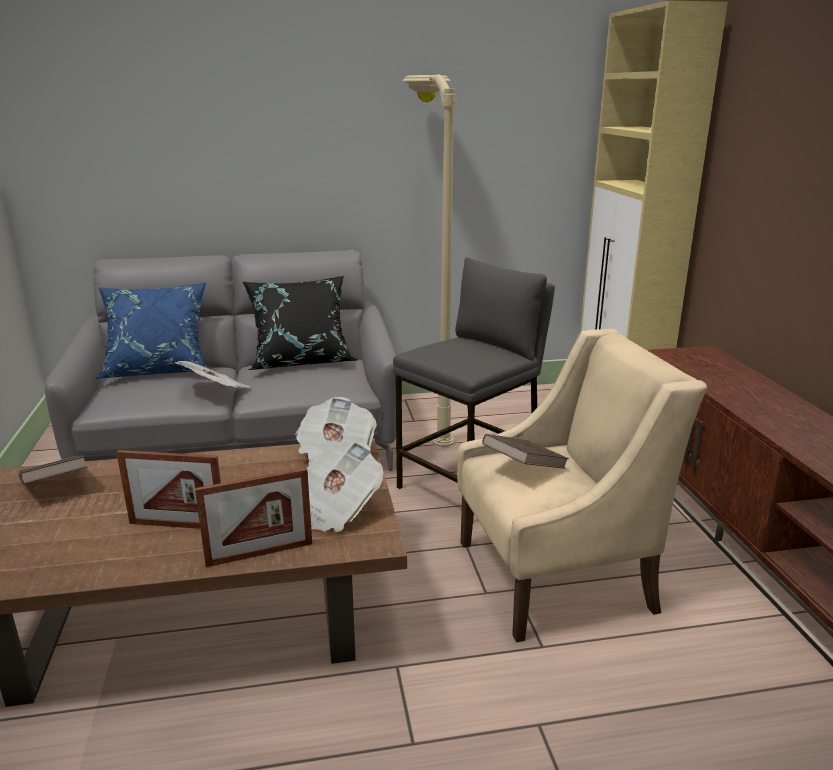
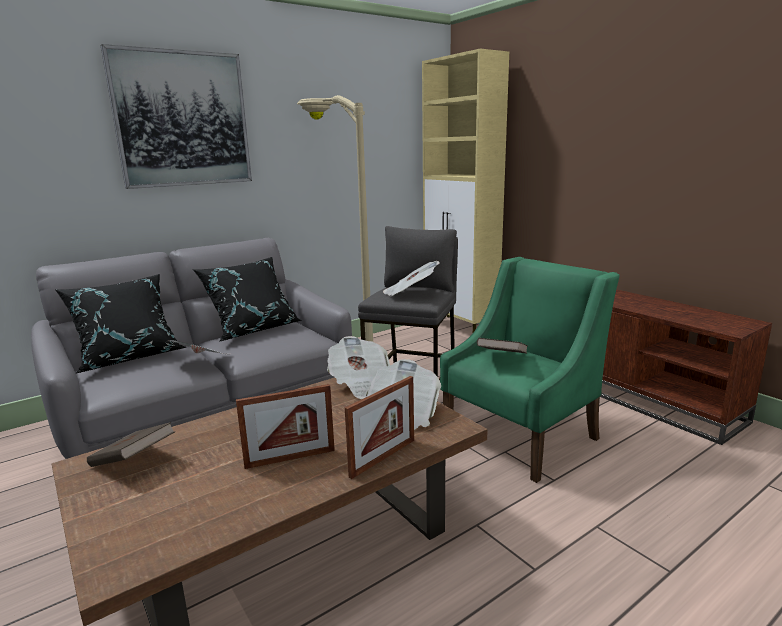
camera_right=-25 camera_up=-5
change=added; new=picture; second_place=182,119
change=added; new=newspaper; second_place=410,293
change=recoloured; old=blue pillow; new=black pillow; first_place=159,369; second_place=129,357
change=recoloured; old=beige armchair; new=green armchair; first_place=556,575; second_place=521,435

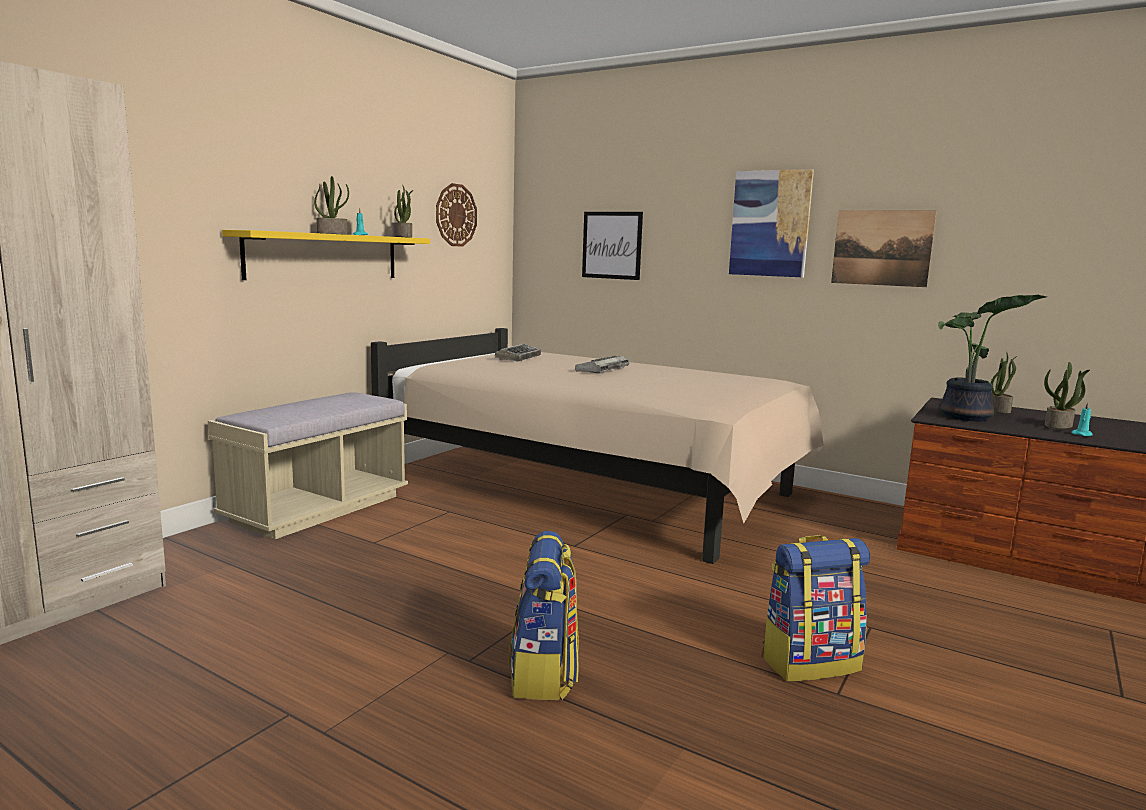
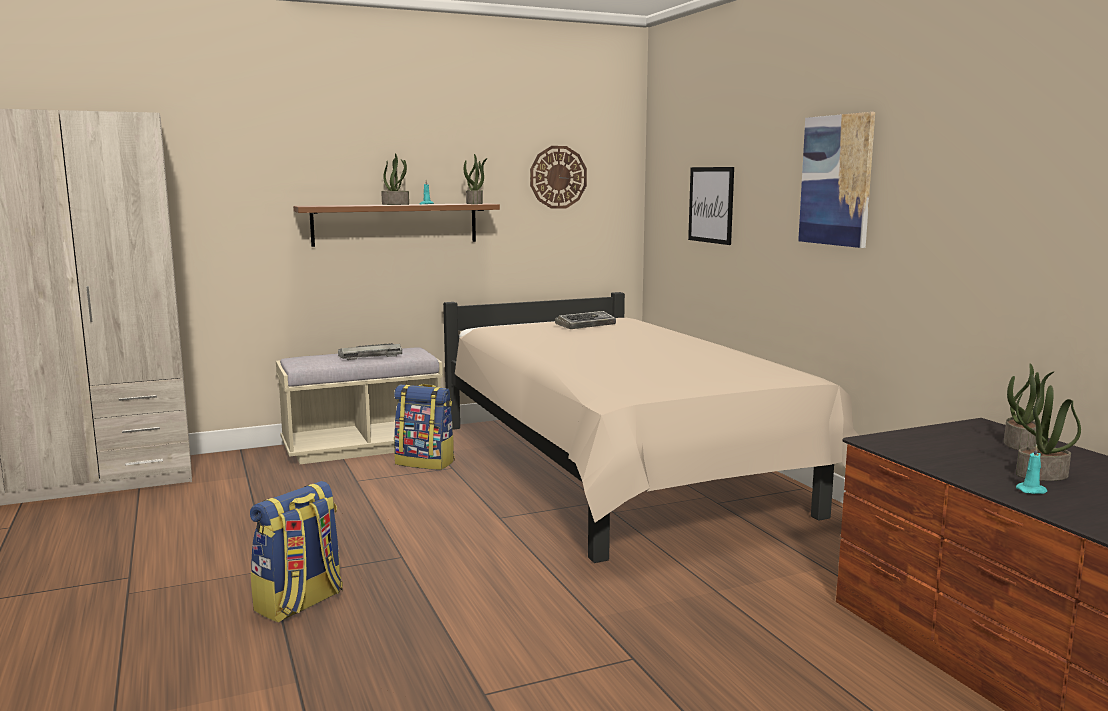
camera_right=35 camera_up=0
change=removed; old=picture; first_place=881,248
change=removed; old=potted plant; first_place=966,417
change=moved; old=keyboard; first_place=602,370; second_place=369,356
change=moved; old=backpack; first_place=810,662; second_place=426,462
change=recoloured; old=yellow shelf; new=brown shelf; first_place=324,256; second_place=395,224

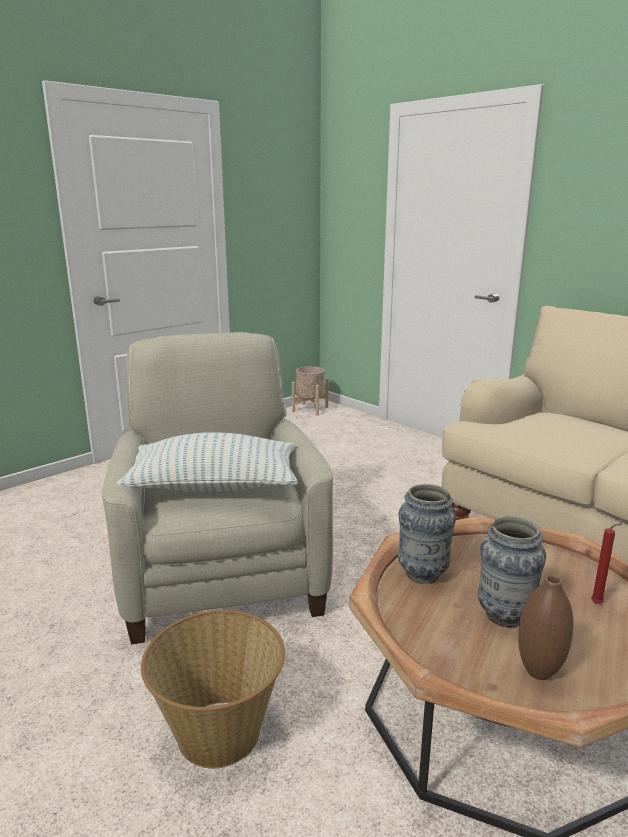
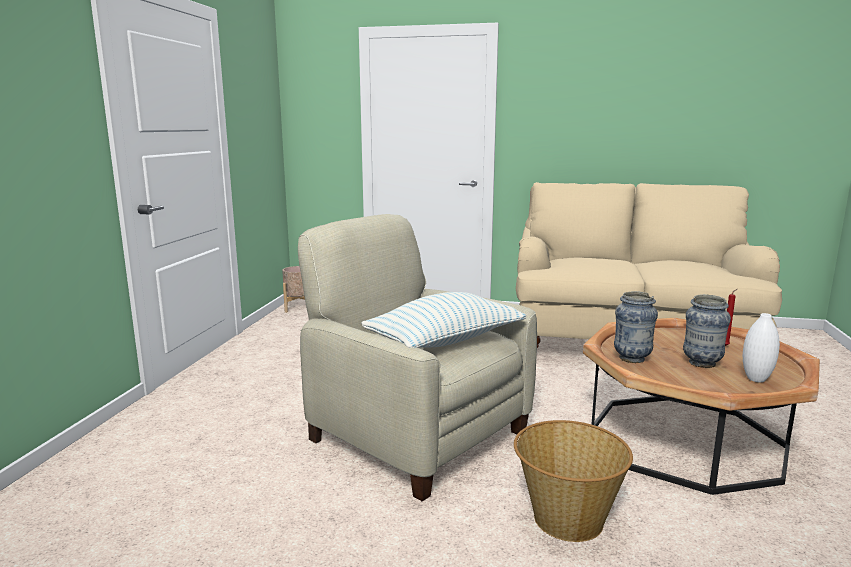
camera_right=-35 camera_up=-5
change=recoloured; old=brown vase; new=white vase; first_place=539,671; second_place=756,379

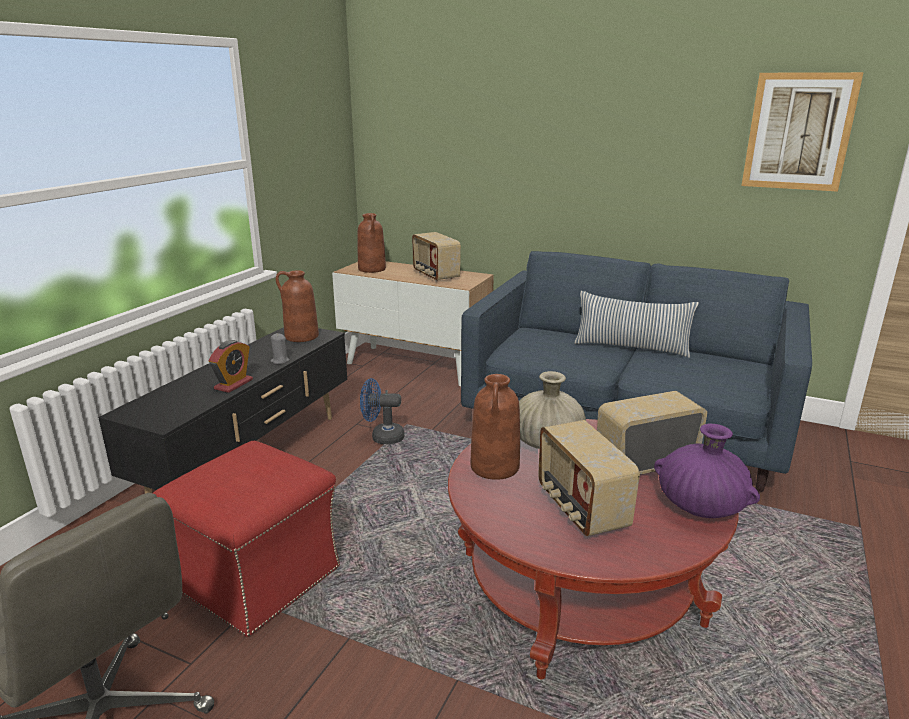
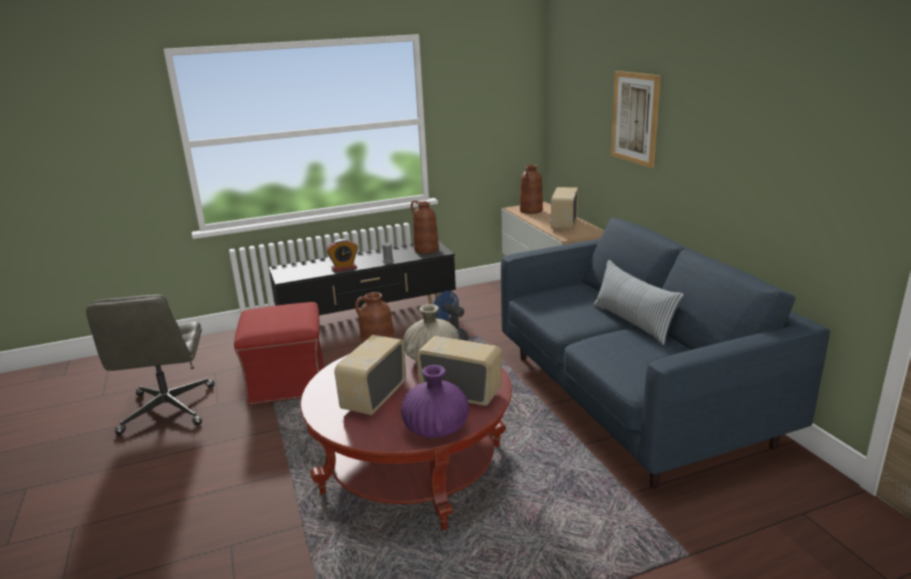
camera_right=45 camera_up=0
change=moved; old=picture; first_place=798,132; second_place=635,118

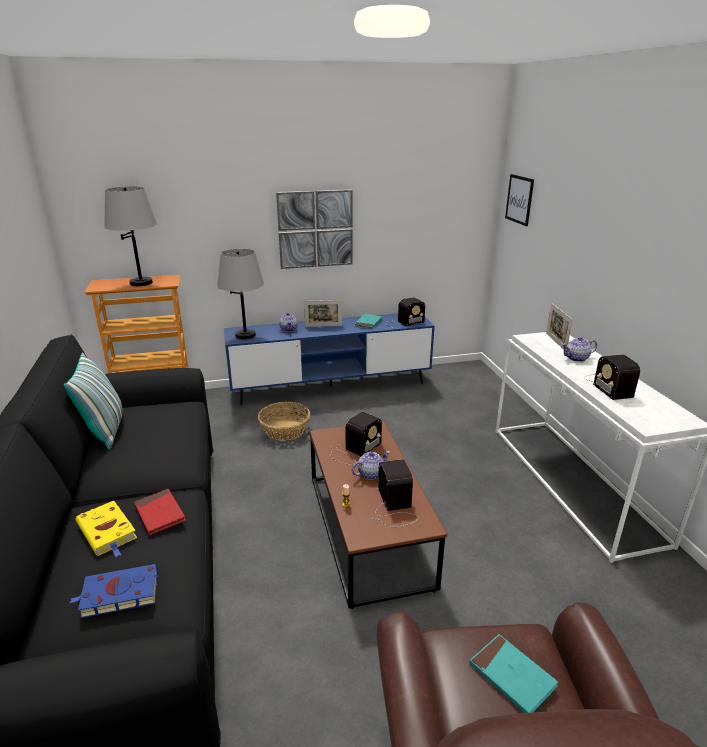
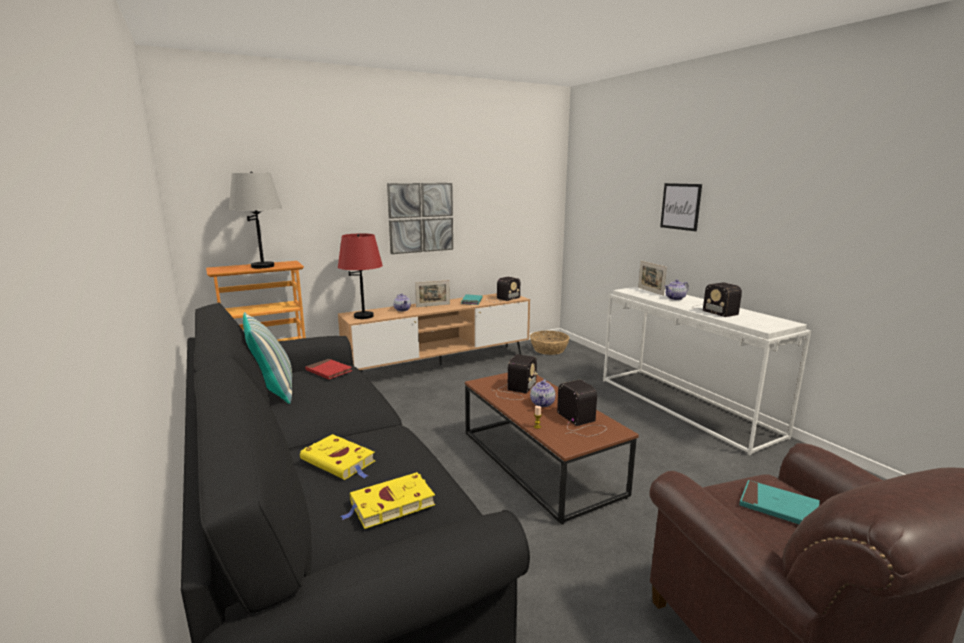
camera_right=-15 camera_up=-10
change=moved; old=red book; first_place=160,514; second_place=329,371
change=moved; old=basket; first_place=285,430; second_place=549,349
change=moved; old=picture; first_place=519,199; second_place=680,206
change=recoloured; old=blue book; new=yellow book; first_place=118,594; second_place=390,505
change=recoloured; old=grey table lamp; new=red table lamp; first_place=245,335; second_place=364,316
change=recoloured; old=blue tv stand; new=brown tv stand; first_place=331,387; second_place=440,365
change=turned; old=teapot; first_place=370,473; second_place=542,403; degrees=150

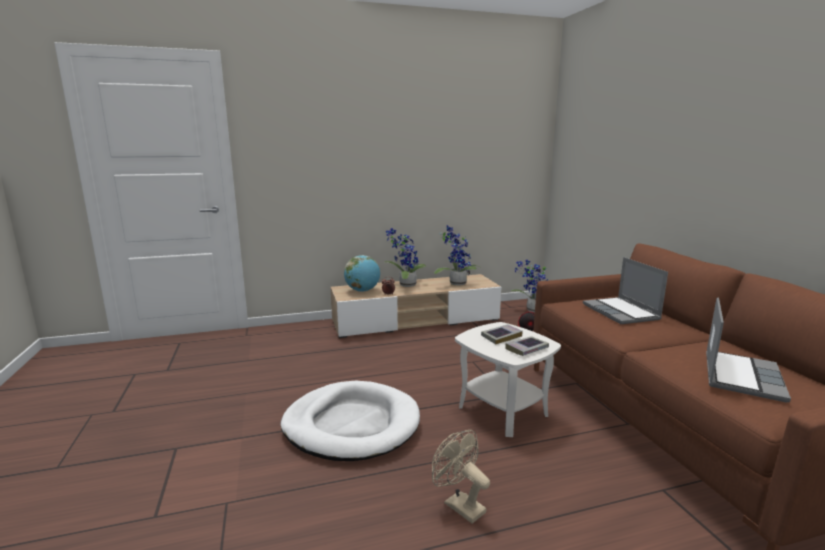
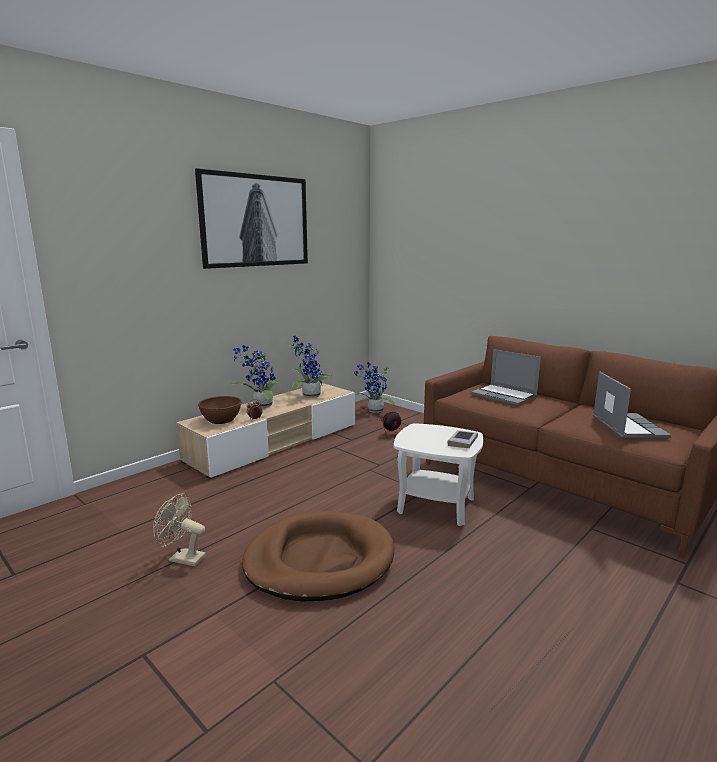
camera_right=-30 camera_up=0
change=removed; old=book; first_place=501,336
change=added; new=picture; second_place=256,221
change=moved; old=beige fan; first_place=459,505; second_place=182,558
change=replaced; old=globe; new=brown bowl; first_place=362,291; second_place=221,420
change=recoloured; old=white dog bed; new=brown dog bed; first_place=351,425; second_place=319,560

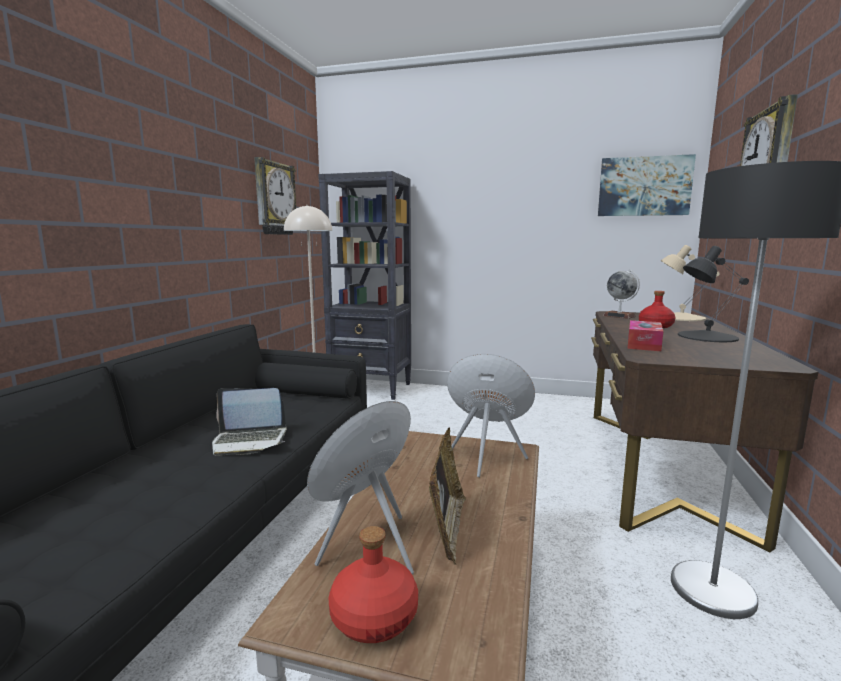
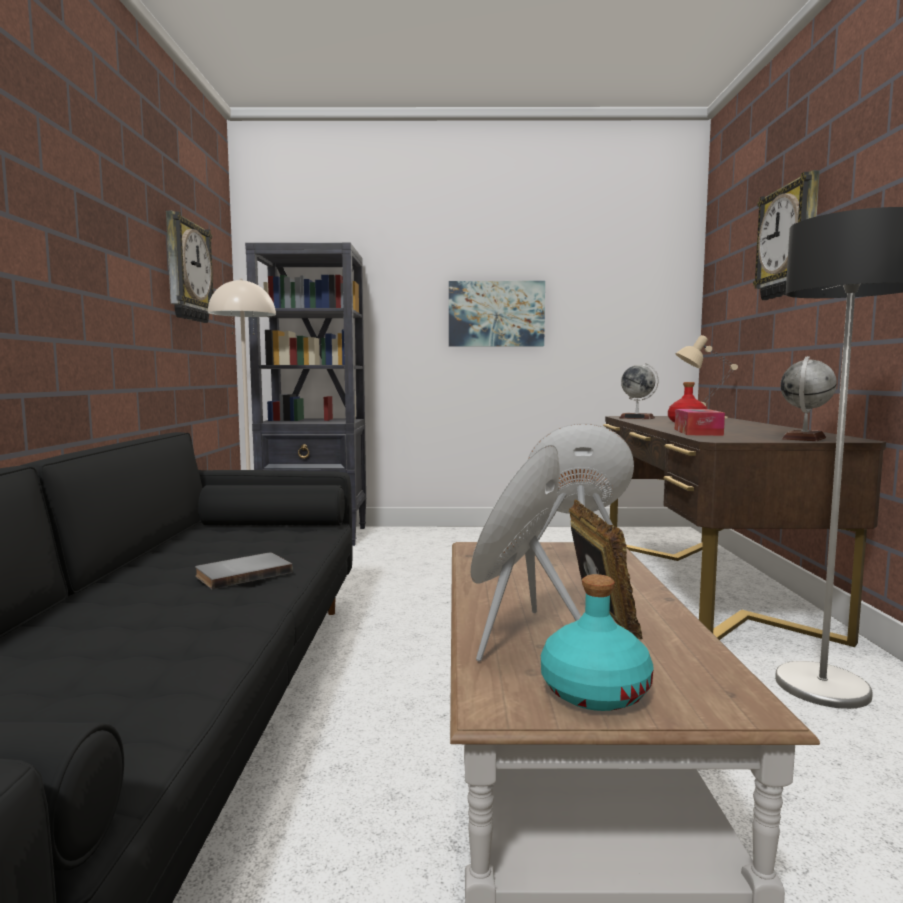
camera_right=-15 camera_up=-5
change=removed; old=black table lamp; first_place=706,336
change=added; new=globe; second_place=804,438
change=moved; old=picture; first_place=644,186; second_place=496,314
change=replaced; old=laptop; new=grey book; first_place=249,441; second_place=242,573
change=recoloured; old=red bottle; new=turquoise bottle; first_place=374,616; second_place=593,691

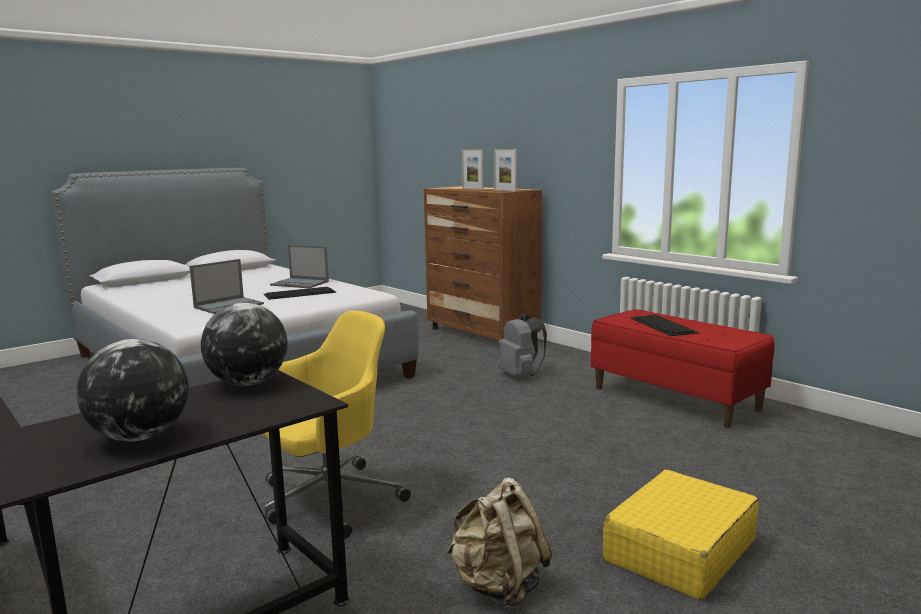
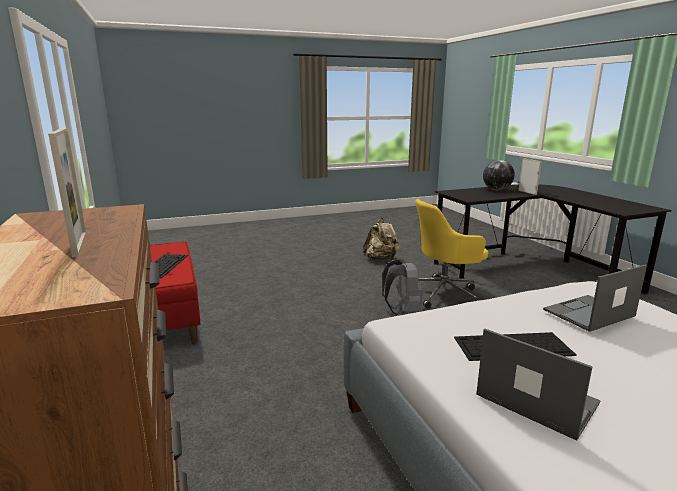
camera_right=-160 camera_up=5
change=removed; old=globe; first_place=248,383
change=removed; old=yellow suitcase; first_place=679,550
change=moved; old=picture frame; first_place=505,190; second_place=527,192
change=moved; old=grey backpack; first_place=520,375; second_place=403,311

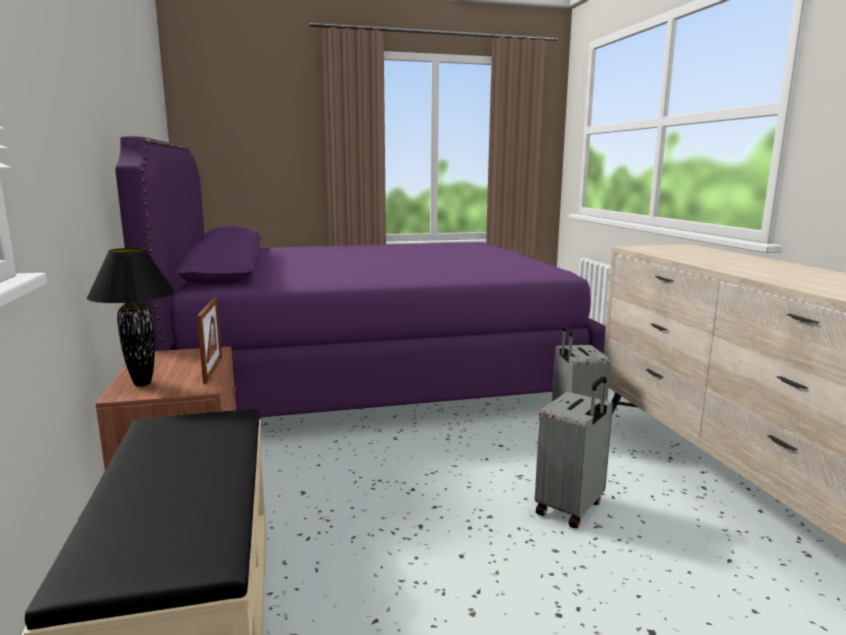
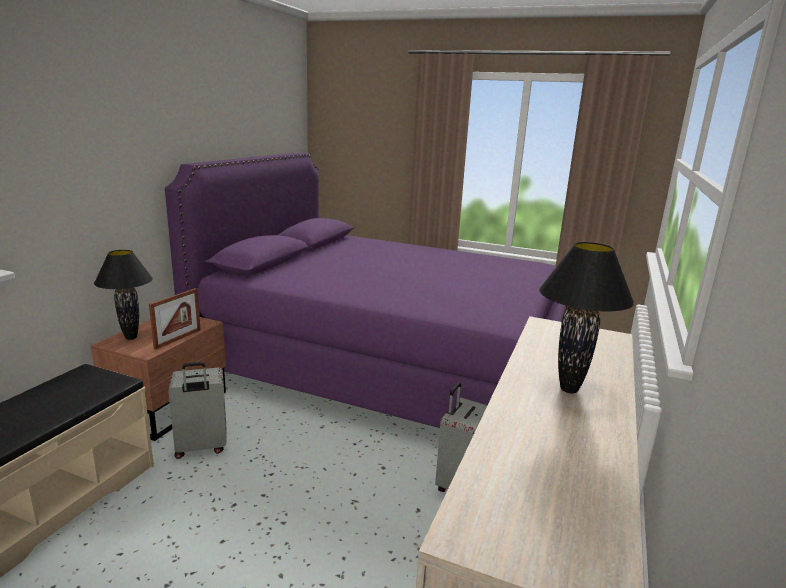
camera_right=35 camera_up=5
change=added; new=black table lamp; second_place=568,389
change=moved; old=grey suitcase; first_place=571,508; second_place=201,448

